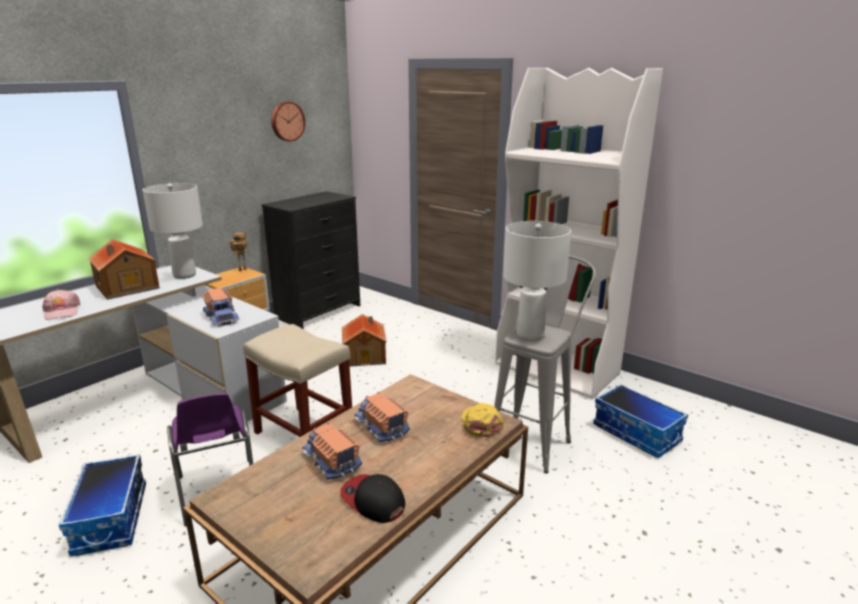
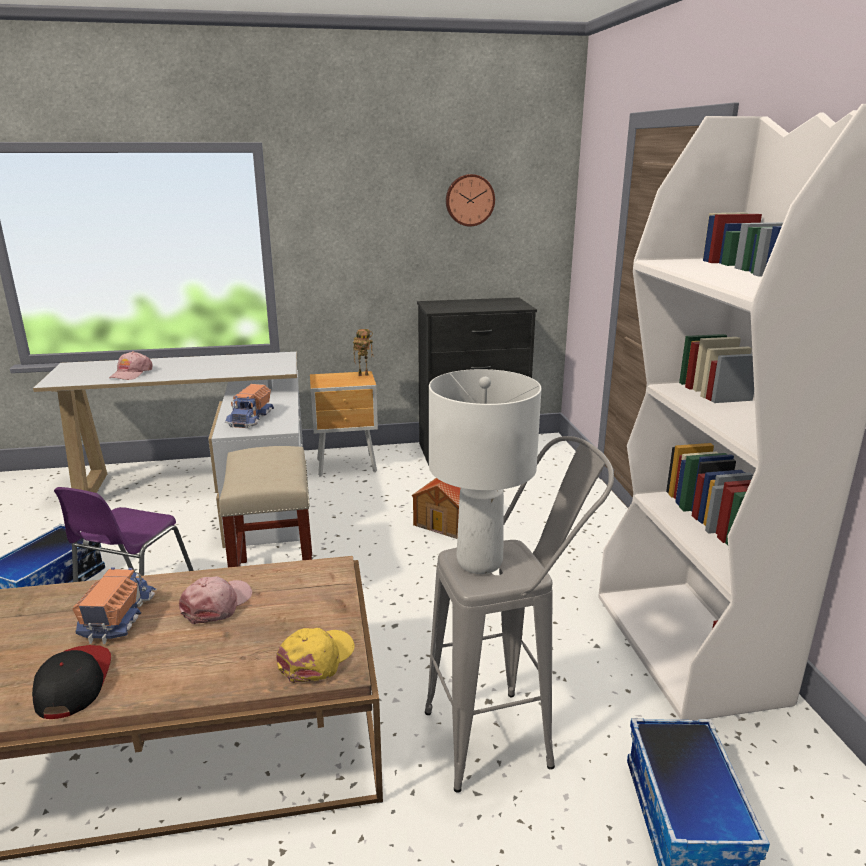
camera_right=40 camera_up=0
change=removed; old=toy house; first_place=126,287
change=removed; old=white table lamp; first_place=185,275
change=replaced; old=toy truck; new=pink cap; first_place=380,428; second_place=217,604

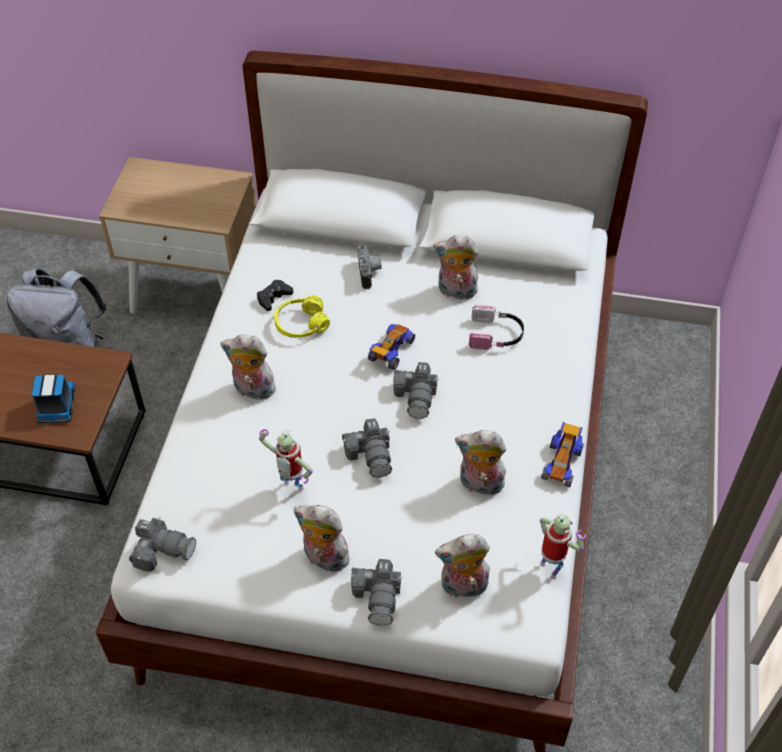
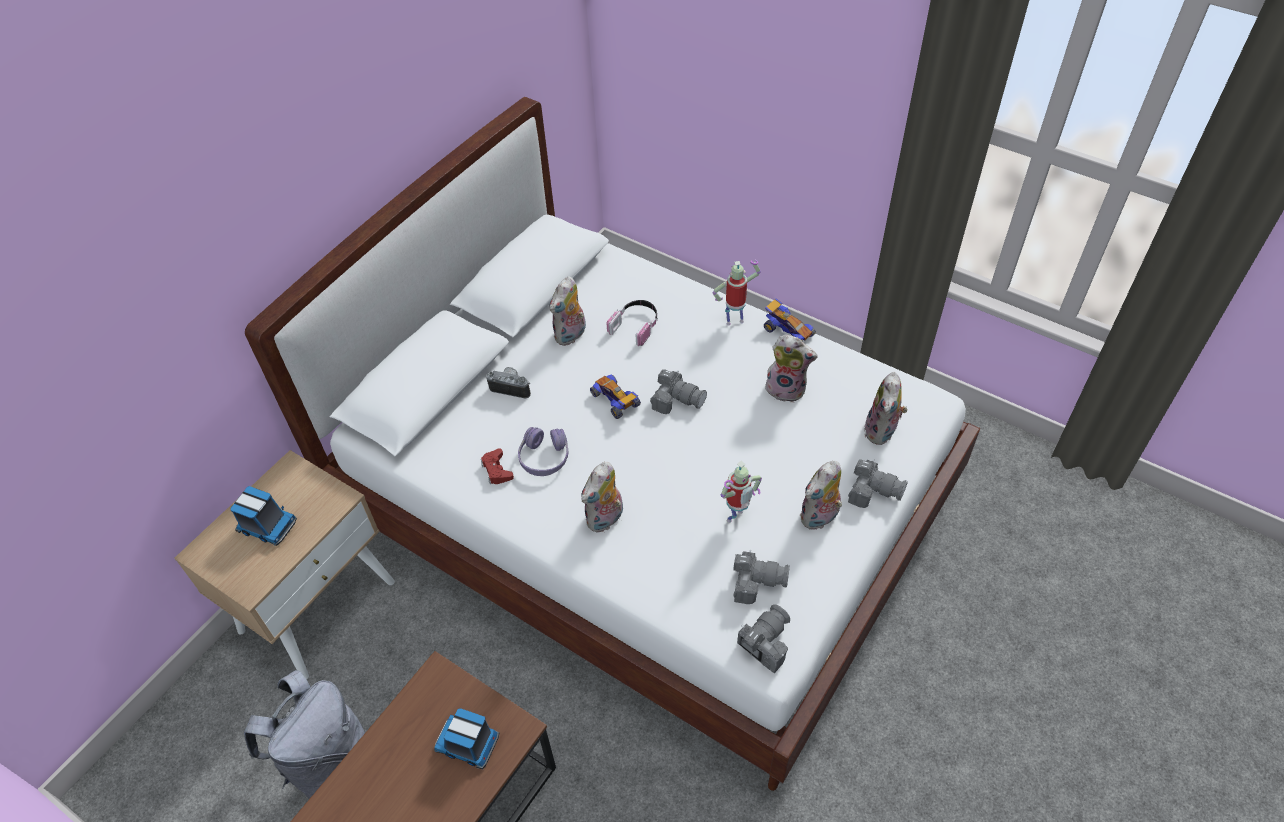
camera_right=-65 camera_up=0
change=added; new=toy truck; second_place=266,525
change=moved; old=photo camera; first_place=371,455; second_place=756,581
change=moved; old=toy robot; first_place=551,569; second_place=735,320
change=recoloured; old=black game controller; new=red game controller; first_place=274,298; second_place=497,470
change=recoloured; old=yellow headphones; new=purple headphones; first_place=301,324; second_place=544,458
change=turned; old=plush toy; first_place=479,485; second_place=787,388; degrees=-105

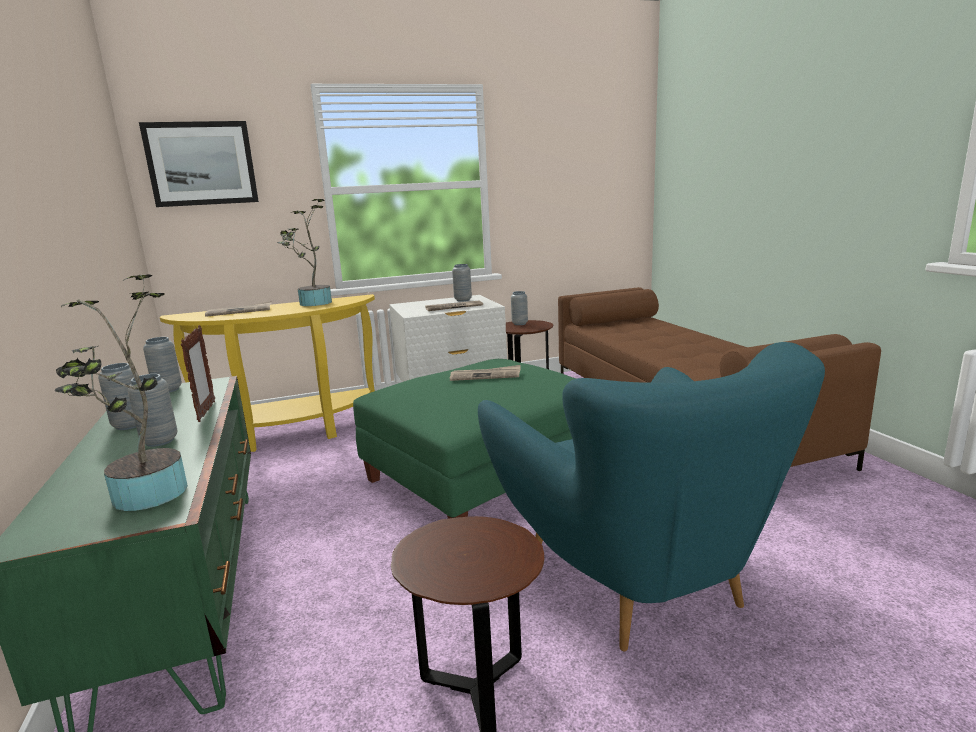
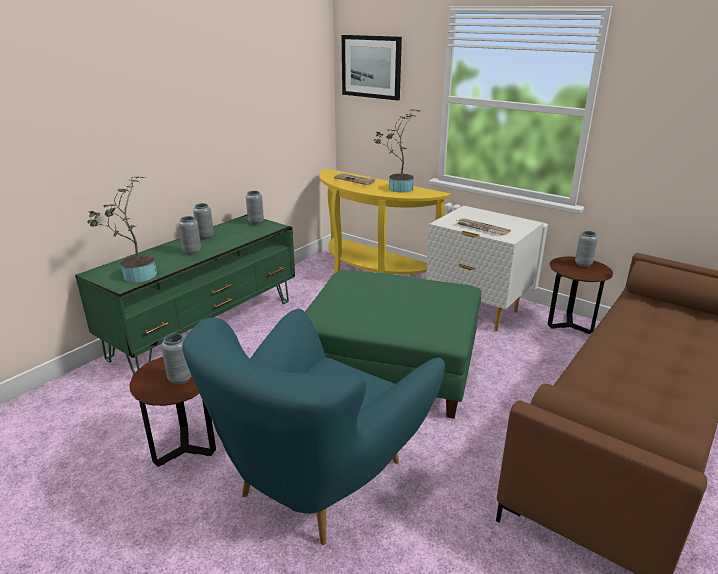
camera_right=55 camera_up=10
change=removed; old=picture frame; first_place=206,411
change=removed; old=newspaper; first_place=485,376
change=moved; old=grey vase; first_place=463,300; second_place=180,379

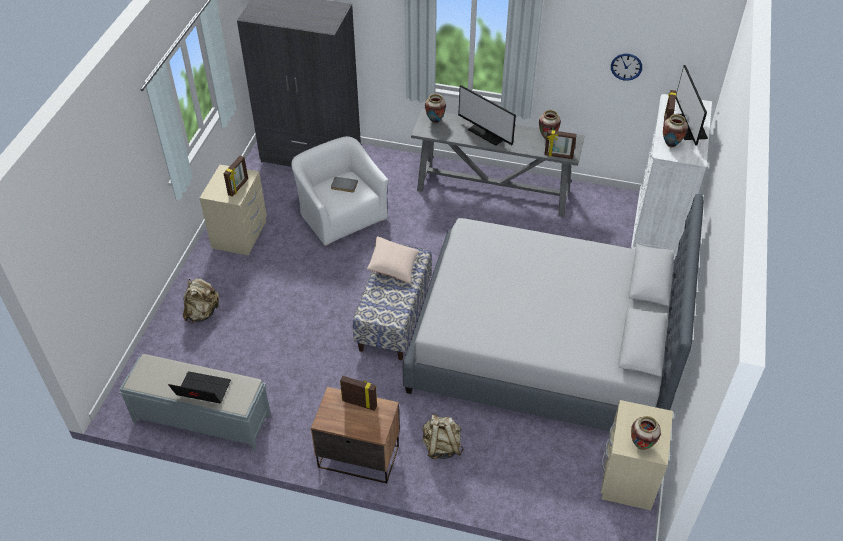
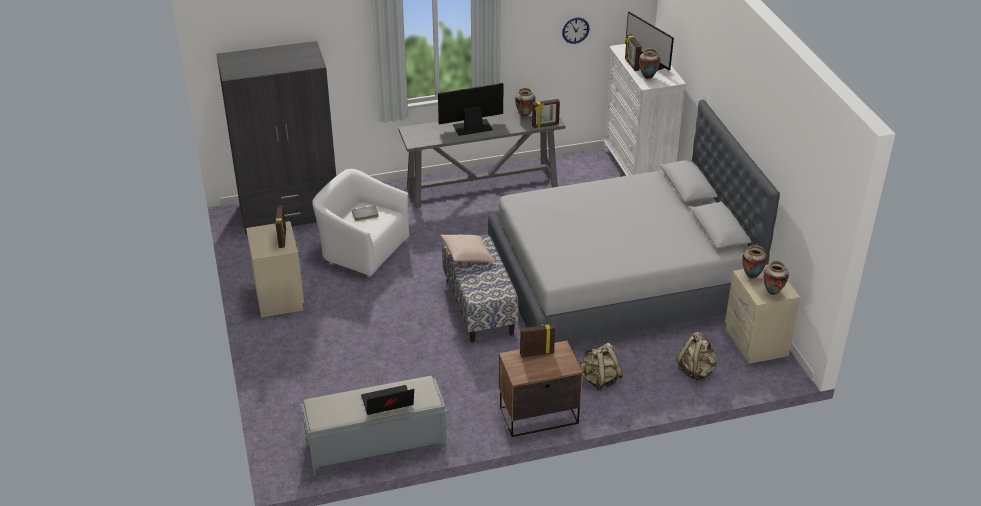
camera_right=-30 camera_up=-10
change=moved; old=beige backpack; first_place=202,312; second_place=696,371
change=moved; old=vase; first_place=435,121; second_place=751,276
change=turned; old=monitor; first_place=488,133; second_place=472,127; degrees=150

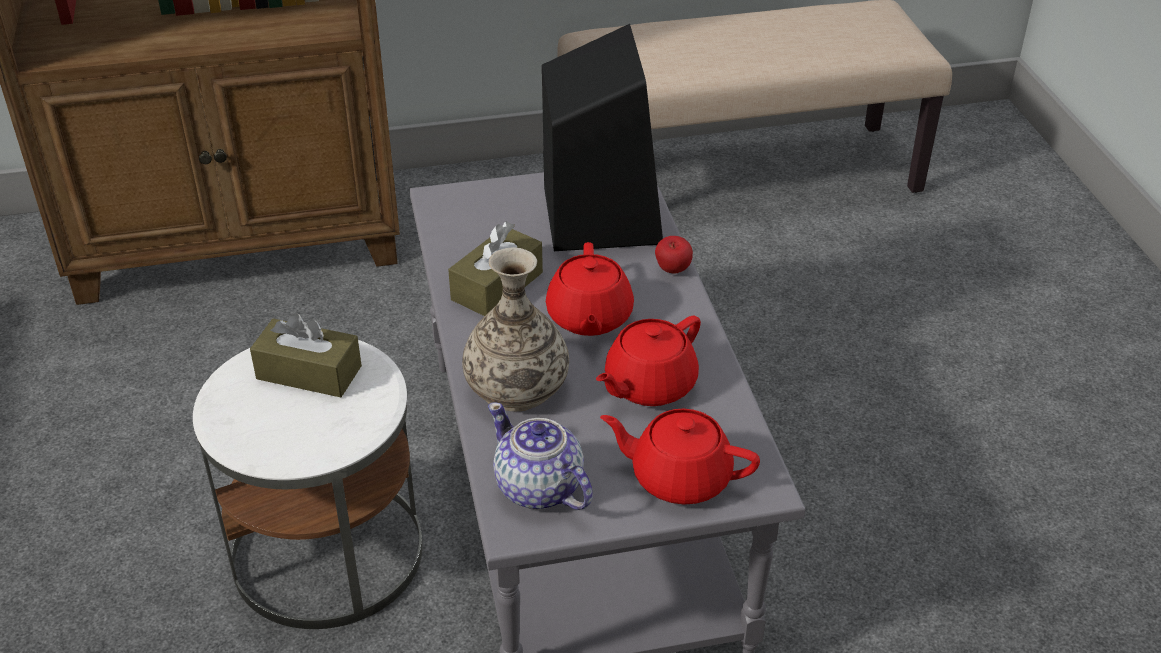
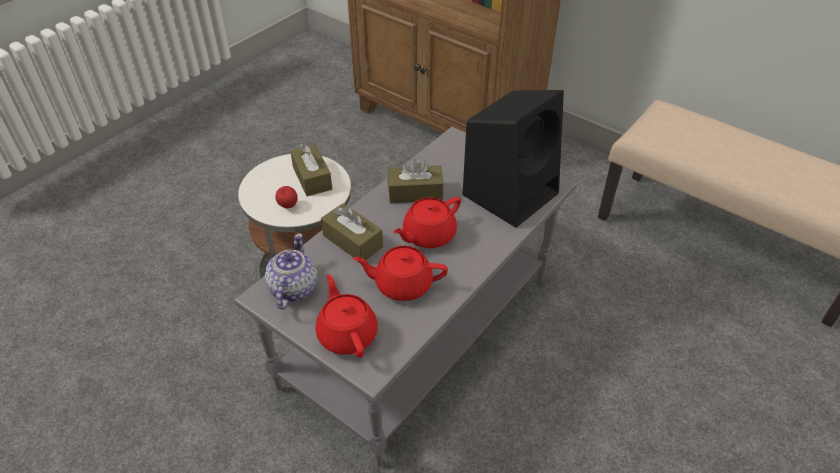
camera_right=50 camera_up=5
change=moved; old=apple; first_place=672,271; second_place=288,206
change=replaced; old=vase; new=brown tissue box; first_place=517,387; second_place=353,241

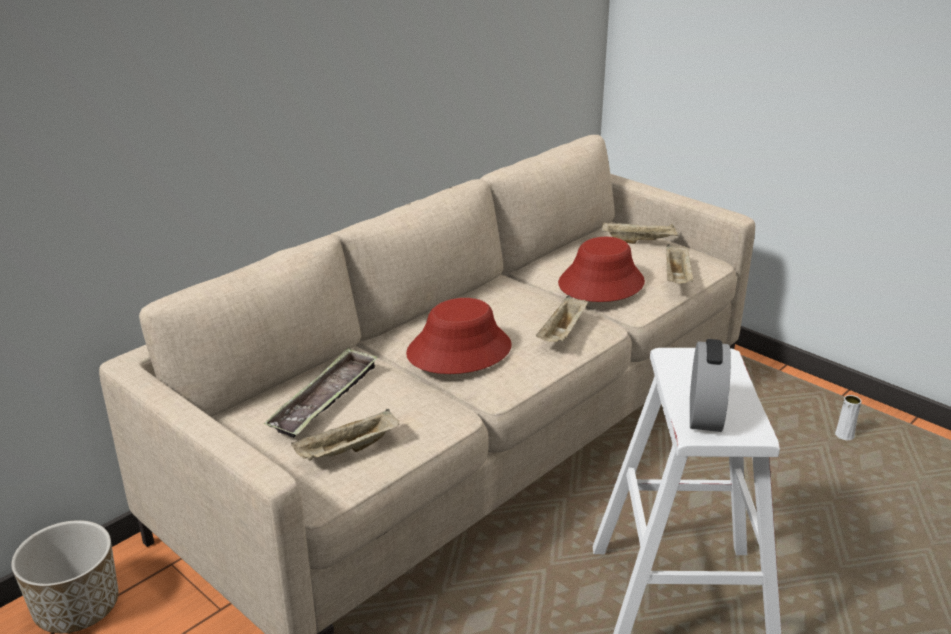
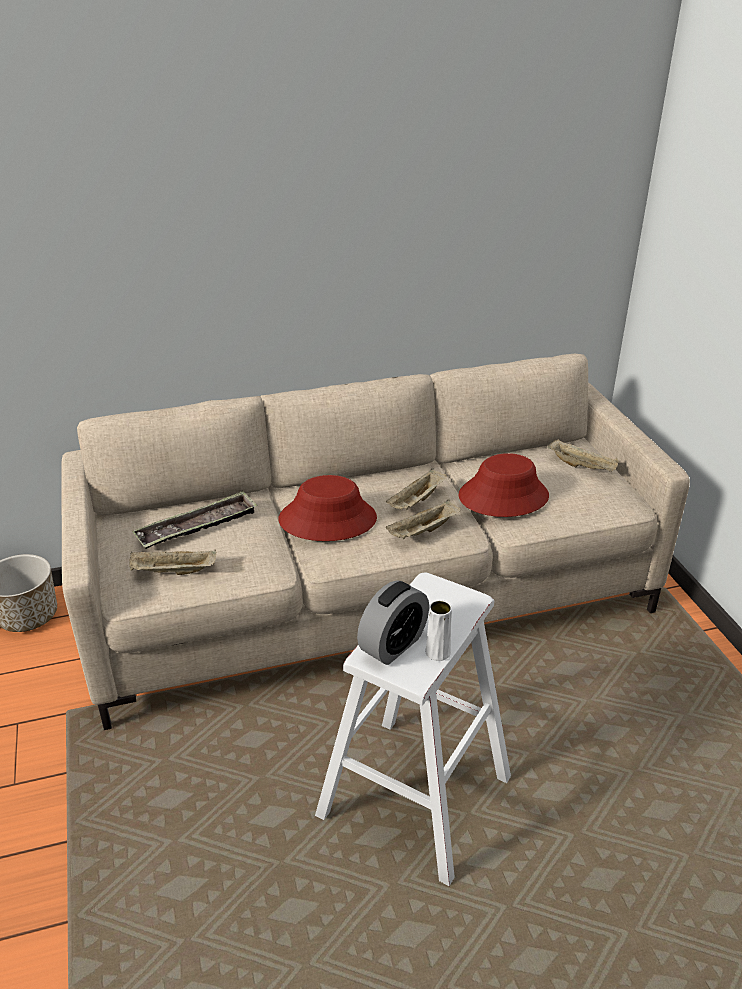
camera_right=30 camera_up=5
change=moved; old=beige tray; first_place=677,277; second_place=417,501
change=moved; old=white vase; first_place=844,435; second_place=438,652

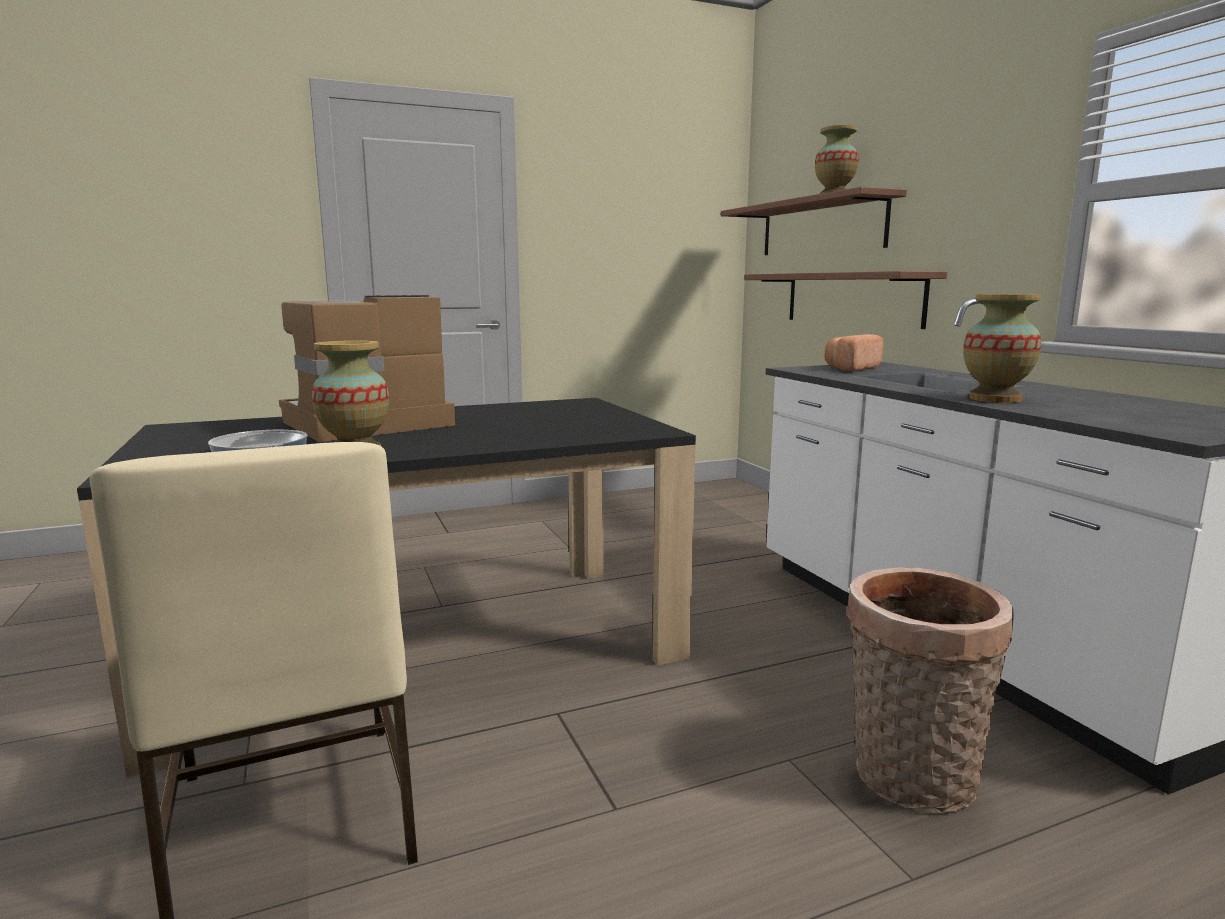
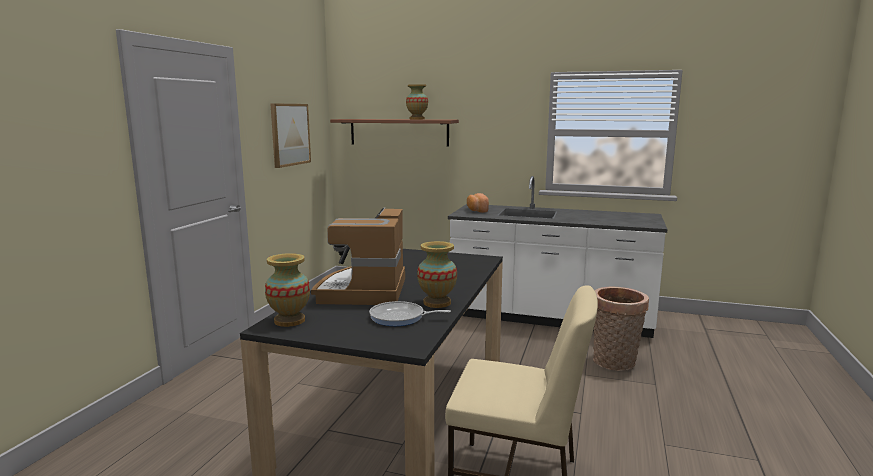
camera_right=-50 camera_up=0
change=removed; old=brown shelf; first_place=851,298
change=added; new=picture; second_place=290,134
change=moved; old=vase; first_place=995,399; second_place=289,321

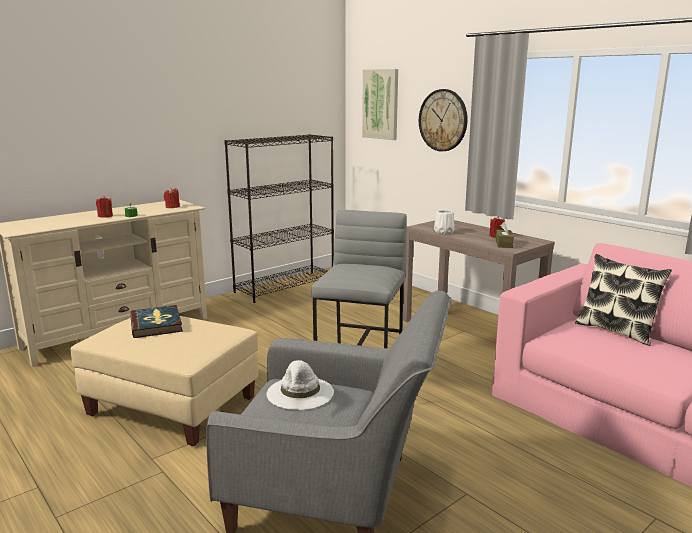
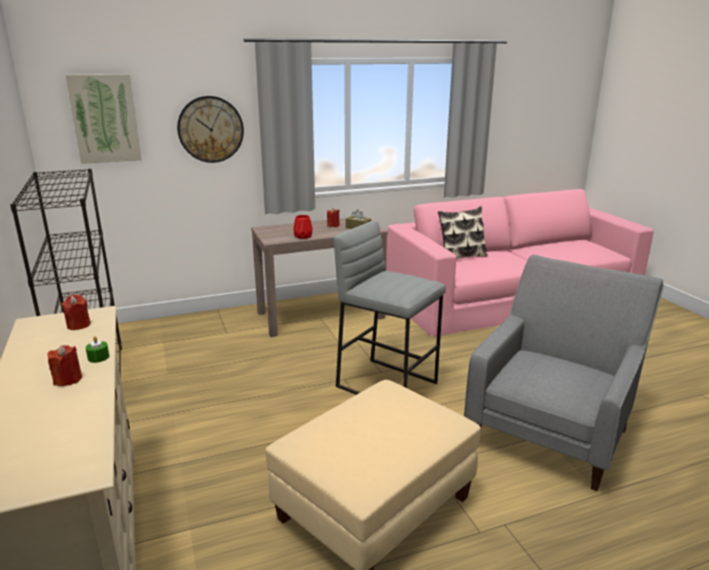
camera_right=-70 camera_up=5
change=removed; old=book; first_place=156,324
change=removed; old=white hat; first_place=300,393
change=recoloured; old=white vase; new=red vase; first_place=444,232; second_place=303,236

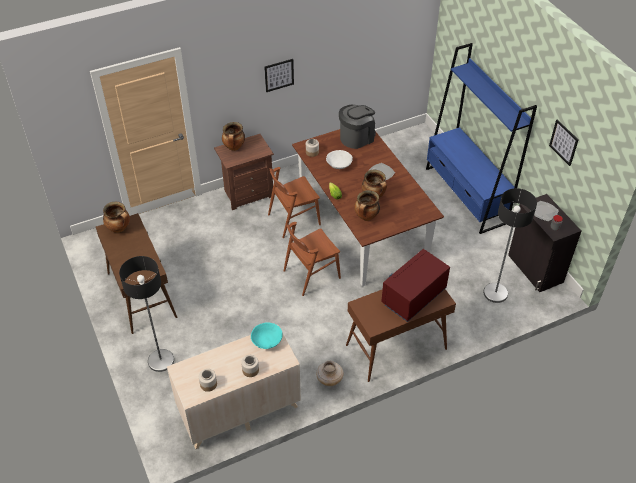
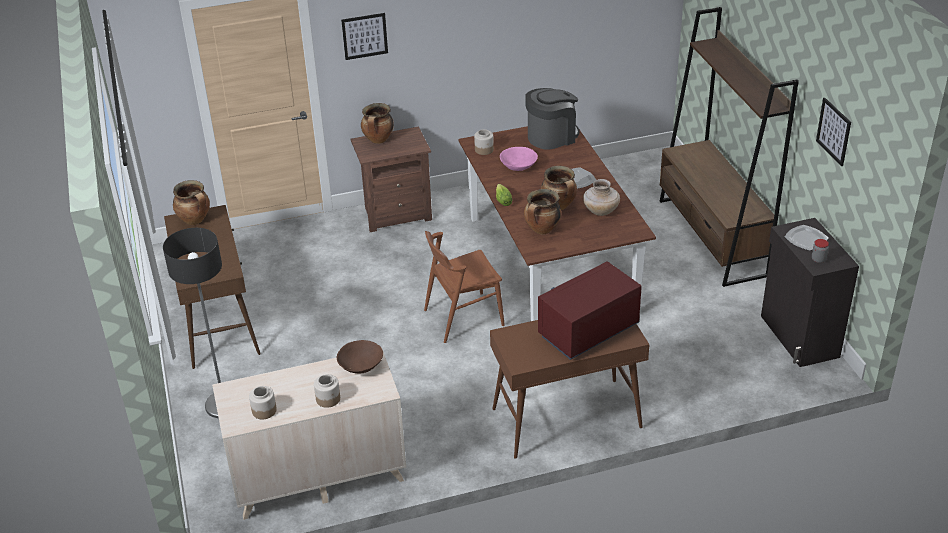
camera_right=10 camera_up=-10
change=removed; old=brown chair; first_place=293,219
change=removed; old=floor lamp; first_place=495,293
change=moved; old=picture; first_place=279,75; second_place=364,36
change=moved; old=beige vase; first_place=329,379; second_place=600,211
change=recoloured; old=turquoise bowl; new=brown bowl; first_place=267,341; second_place=361,366
change=recoloured; old=white bowl; new=pink bowl; first_place=339,164; second_place=518,166
change=recoloured; old=blue bookcase; new=brown bookcase; first_place=465,195; second_place=712,237

